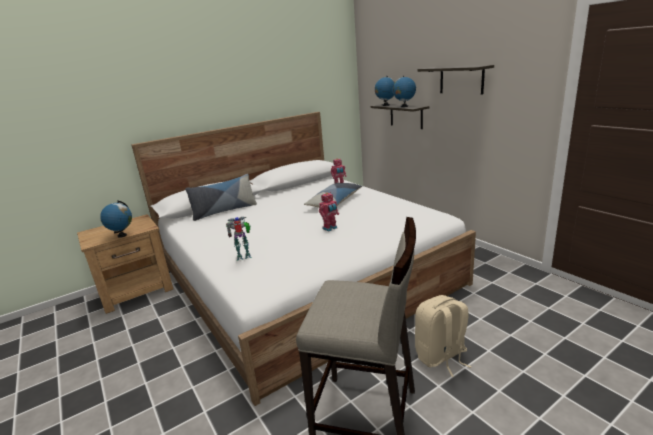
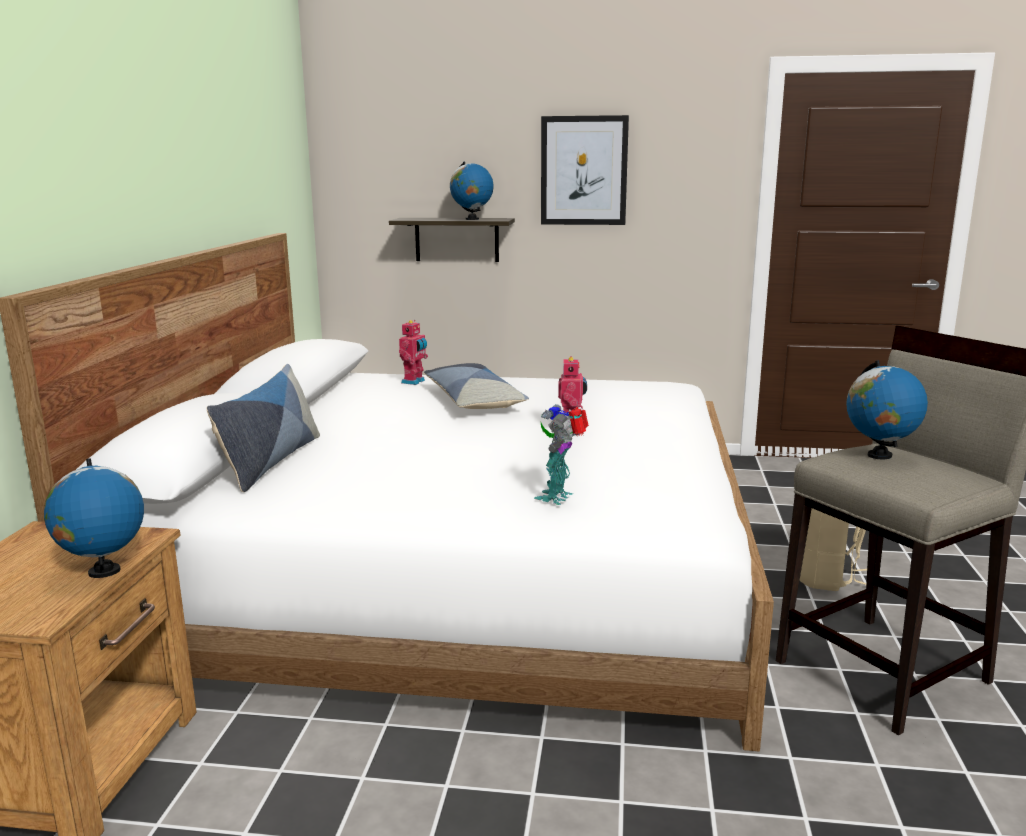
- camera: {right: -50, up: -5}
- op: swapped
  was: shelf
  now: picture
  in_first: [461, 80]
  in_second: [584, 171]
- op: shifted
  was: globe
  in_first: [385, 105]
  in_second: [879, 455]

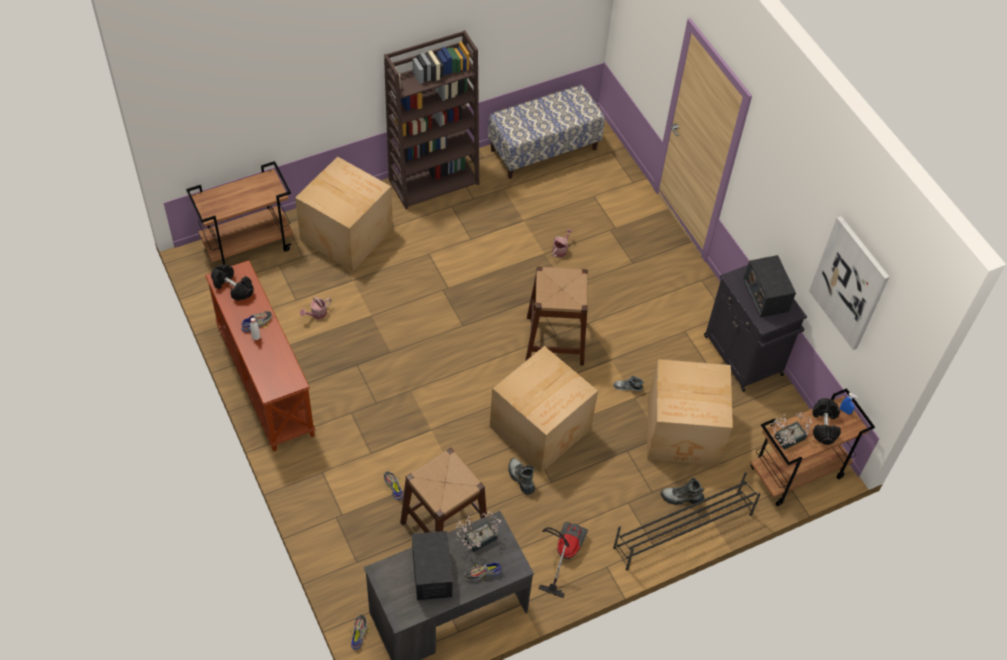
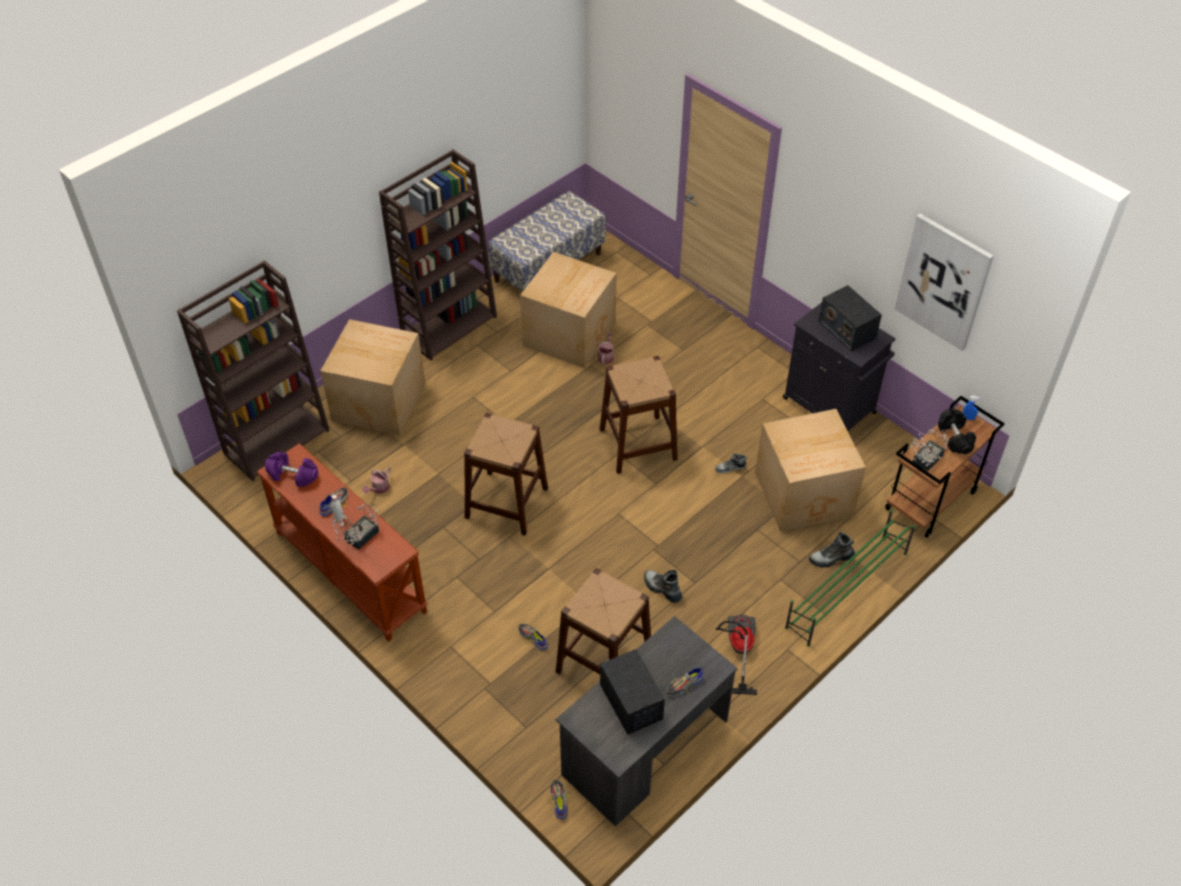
- camera: {right: -15, up: -5}
- op: swapped
  was: cart (brown)
  now: bookcase (brown)
  in_first: [248, 245]
  in_second: [277, 441]
- op: repainted
  was: dumbbell (black)
  now: dumbbell (purple)
  in_first: [232, 288]
  in_second: [293, 475]
- op: shifted
  was: potted plant
  in_first: [476, 540]
  in_second: [358, 538]
- op: new
  now: stool (brown)
  in_second: [506, 502]
- op: shifted
  was: cardboard box
  in_first: [542, 428]
  in_second: [570, 334]
- op: repainted
  was: shoe rack (black)
  now: shoe rack (green)
  in_first: [682, 530]
  in_second: [846, 590]

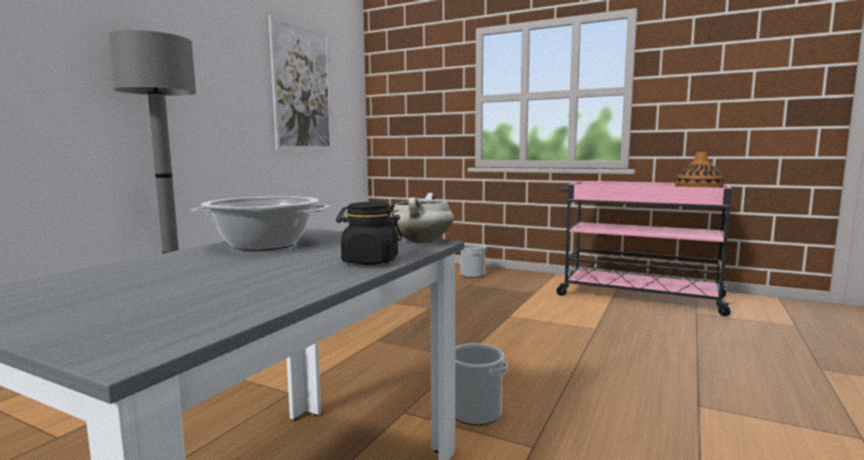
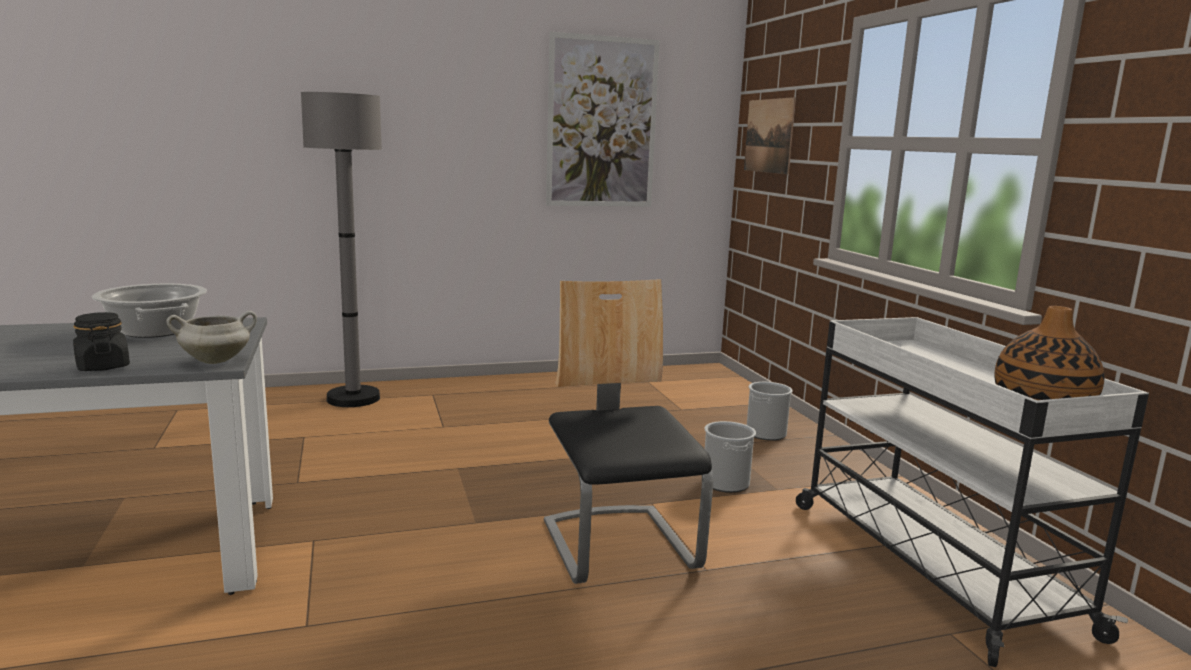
- camera: {right: 45, up: 5}
- op: new
  now: chair
  in_second: [620, 545]
- op: shifted
  was: bucket
  in_first: [475, 412]
  in_second: [726, 483]
- op: new
  now: picture
  in_second: [769, 136]
- op: repainted
  was: cart (pink)
  now: cart (white)
  in_first: [637, 296]
  in_second: [928, 563]

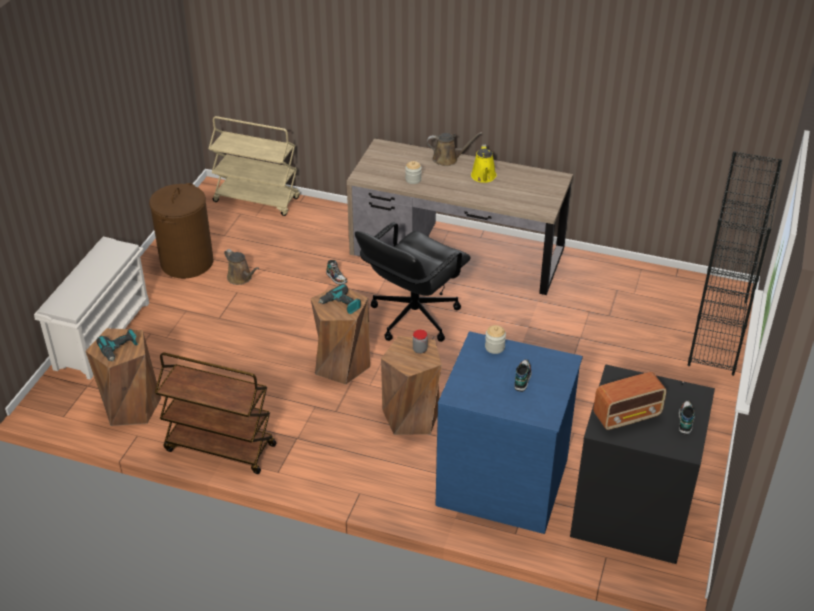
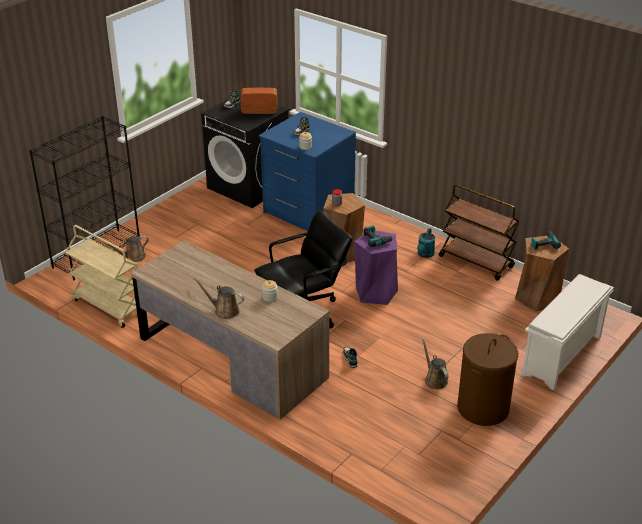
- camera: {right: -160, up: -5}
- op: shifted
  was: cart (beige)
  in_first: [257, 200]
  in_second: [108, 306]
- op: new
  now: watering can (brown)
  in_second: [133, 257]
- op: repainted
  was: stool (brown)
  now: stool (purple)
  in_first: [341, 364]
  in_second: [376, 292]
- op: new
  now: watering can (turquoise)
  in_second: [425, 254]
- op: gone
  was: watering can (yellow)
  in_first: [484, 177]

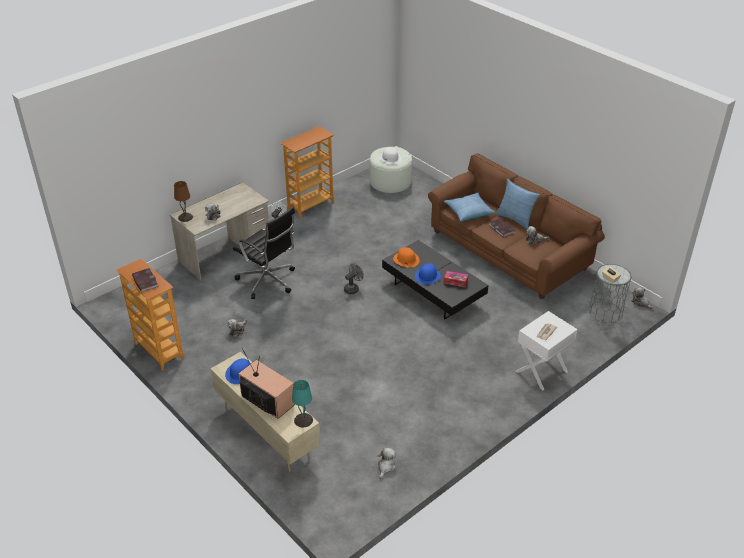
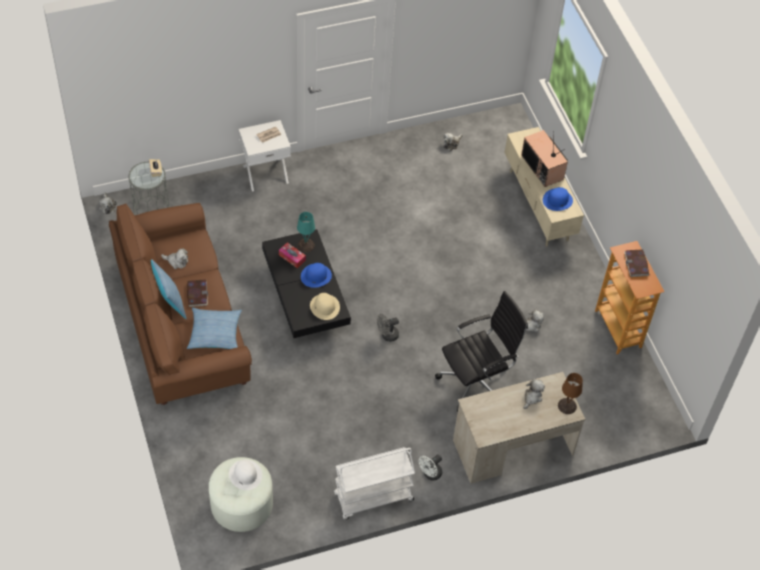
- camera: {right: -160, up: 15}
- op: shifted
  was: table lamp (turquoise)
  in_first: [303, 420]
  in_second: [305, 245]
- op: repainted
  was: hat (orange)
  now: hat (beige)
  in_first: [406, 259]
  in_second: [325, 307]
- op: swapped
  was: bookcase
  now: cart (white)
  in_first: [310, 205]
  in_second: [373, 498]
- op: rotated
  was: office chair (black)
  in_first: [268, 281]
  in_second: [476, 382]
  clockwise: 90

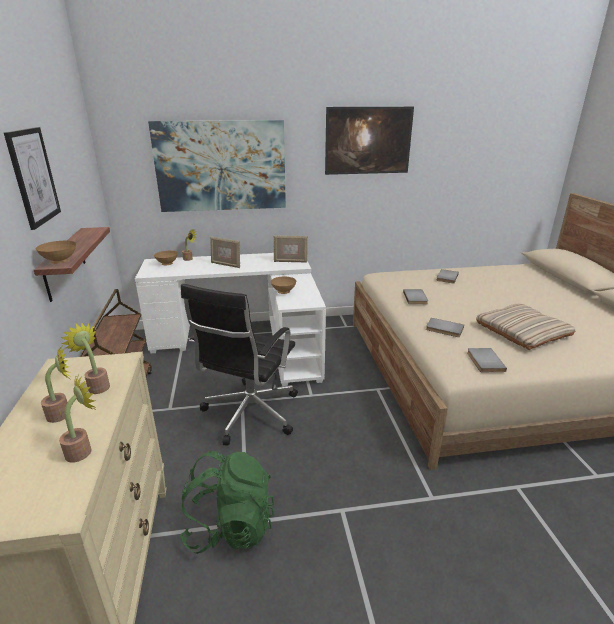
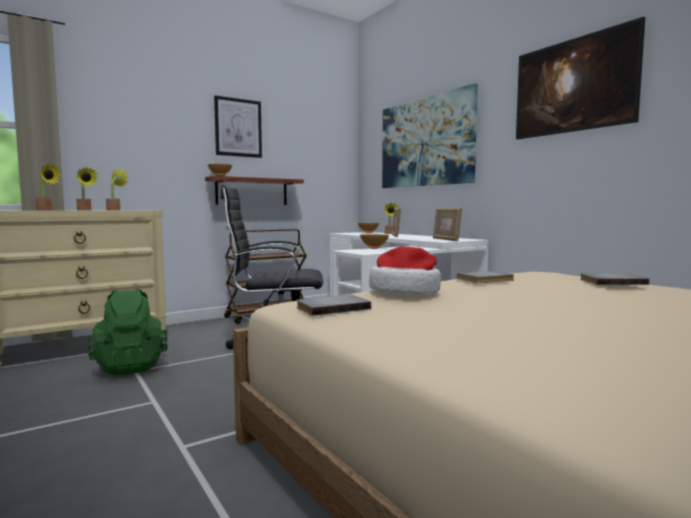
- camera: {right: 65, up: -20}
- op: swapped
  was: book (grey)
  now: hat
  in_first: [444, 329]
  in_second: [405, 291]
- op: gone
  was: pillow (beige)
  in_first: [522, 331]

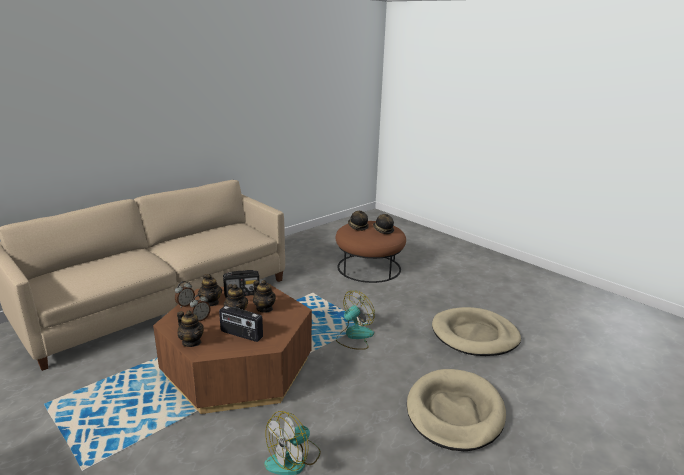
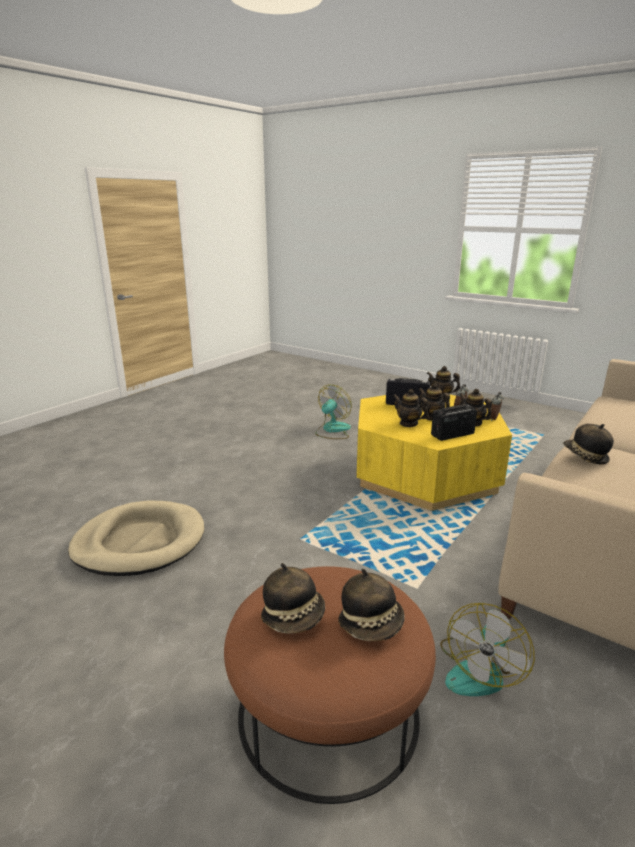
- camera: {right: 170, up: 0}
- op: repainted
  was: coffee table (brown)
  now: coffee table (yellow)
  in_first: [238, 367]
  in_second: [425, 472]
- op: shifted
  was: fan
  in_first: [354, 336]
  in_second: [479, 670]
- op: new
  now: hat
  in_second: [584, 456]
- op: gone
  was: dog bed (beige)
  in_first: [454, 412]

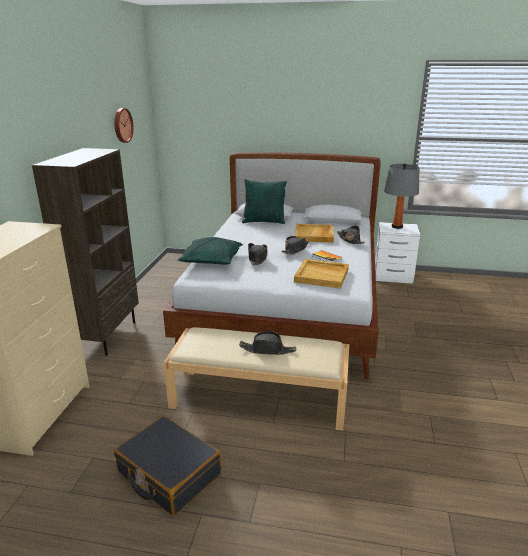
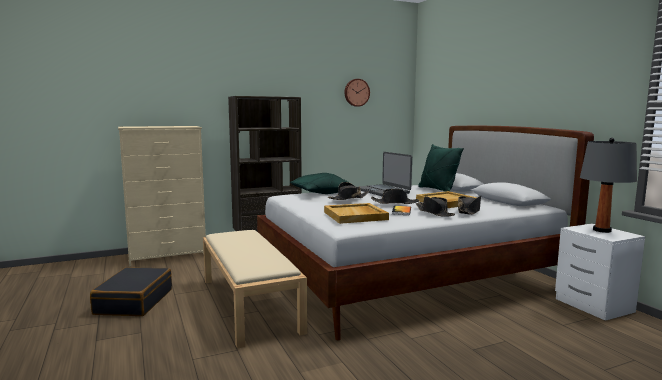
- camera: {right: 55, up: -15}
- op: new
  now: laptop
  in_second: [383, 191]
- op: shifted
  was: hat (black)
  in_first: [267, 350]
  in_second: [434, 212]

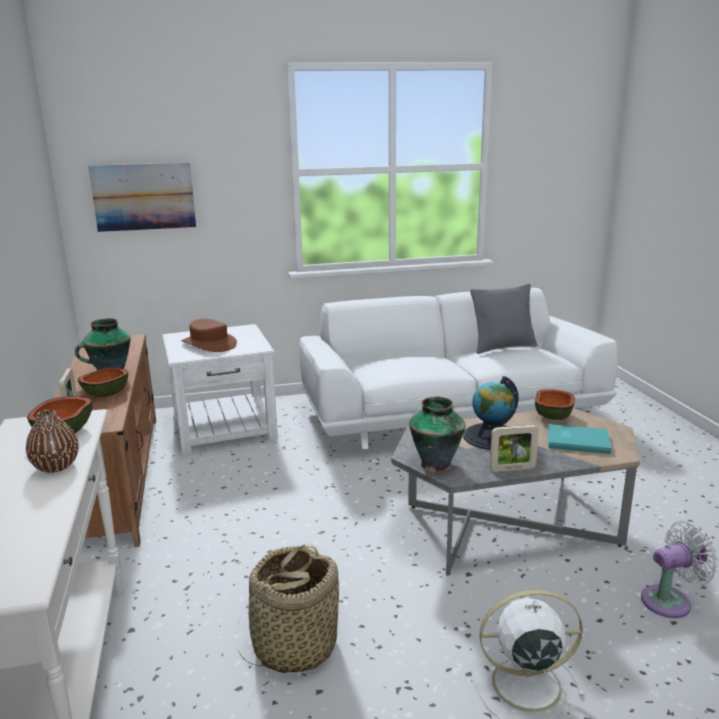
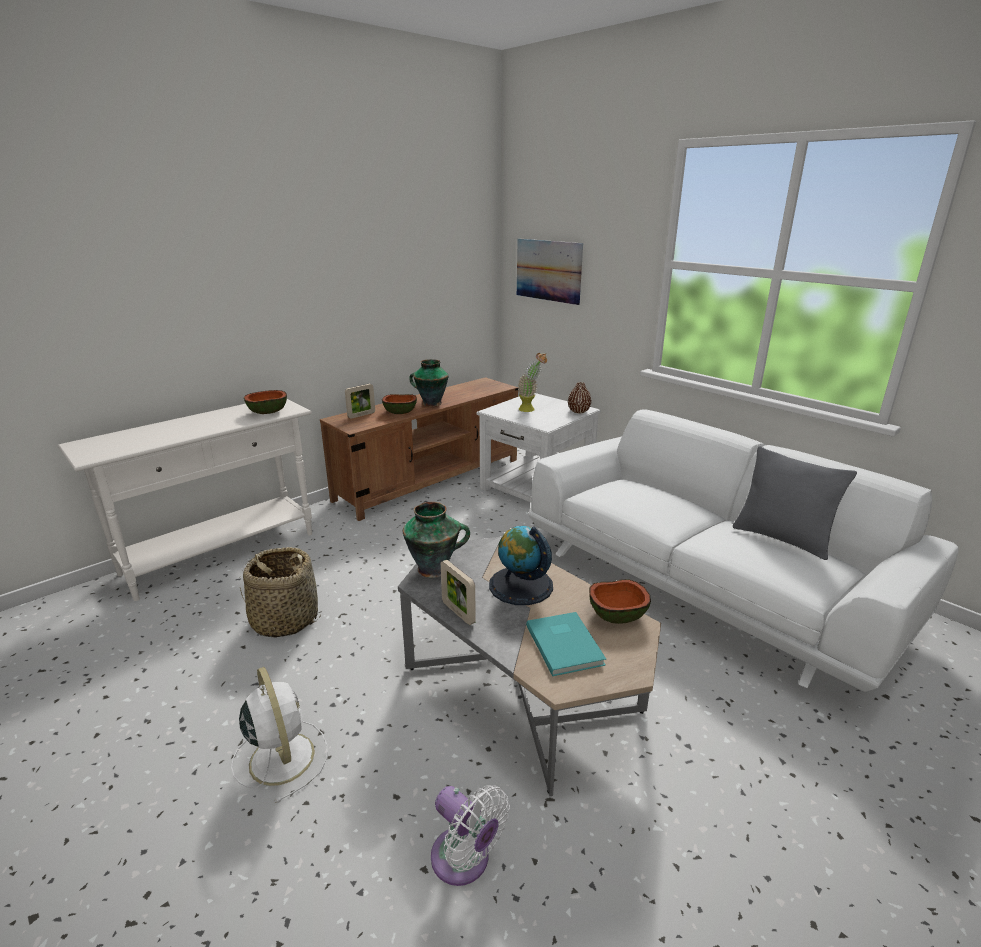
- camera: {right: 60, up: 5}
- op: swapped
  was: hat (brown)
  now: potted plant
  in_first: [209, 344]
  in_second: [530, 409]
- op: shifted
  was: vase (brown)
  in_first: [56, 466]
  in_second: [578, 411]

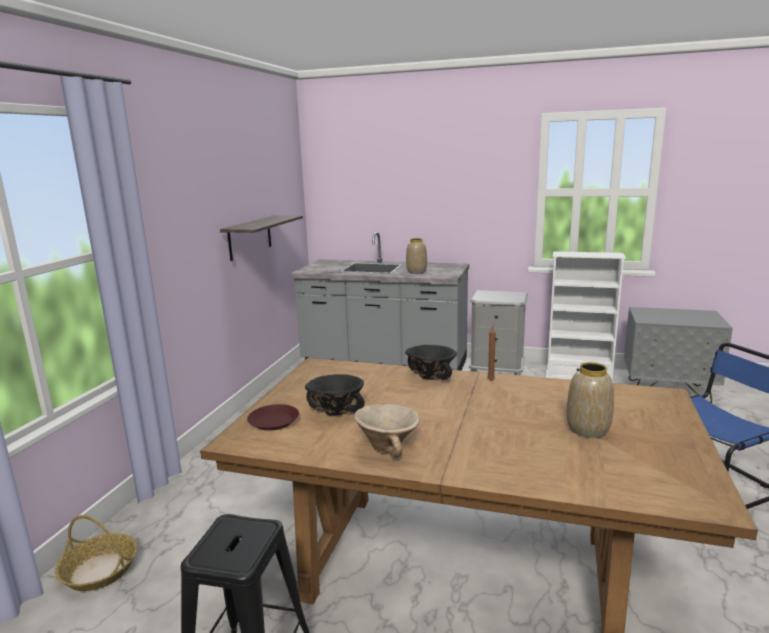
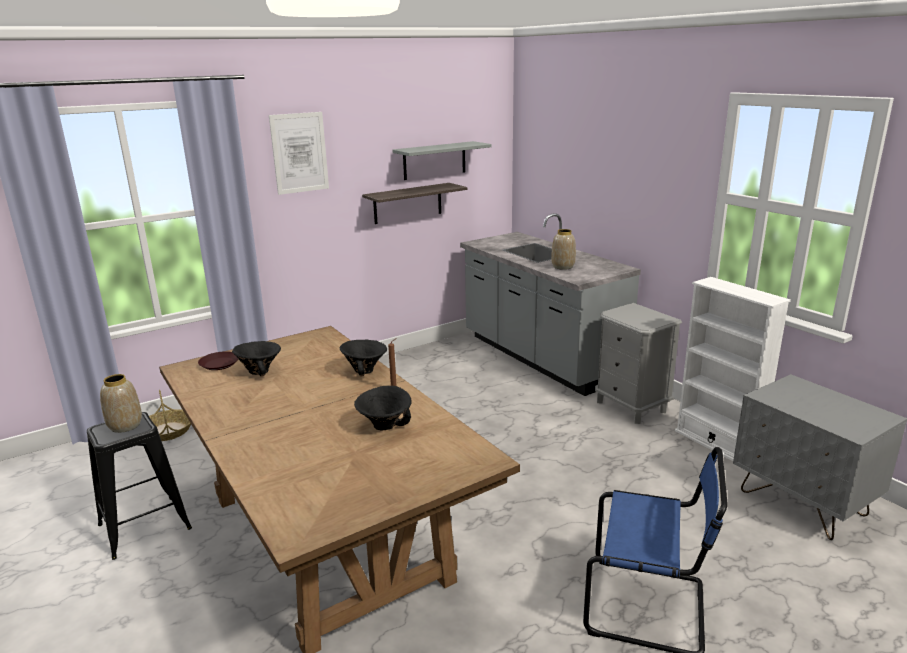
- camera: {right: 40, up: 5}
- op: shifted
  was: vase
  in_first: [588, 429]
  in_second: [126, 426]
- op: new
  now: picture
  in_second: [299, 153]
- op: new
  now: bowl (black)
  in_second: [384, 427]
- op: new
  now: shelf (grey)
  in_second: [434, 160]
- op: gone
  was: bowl (beige)
  in_first: [388, 447]

